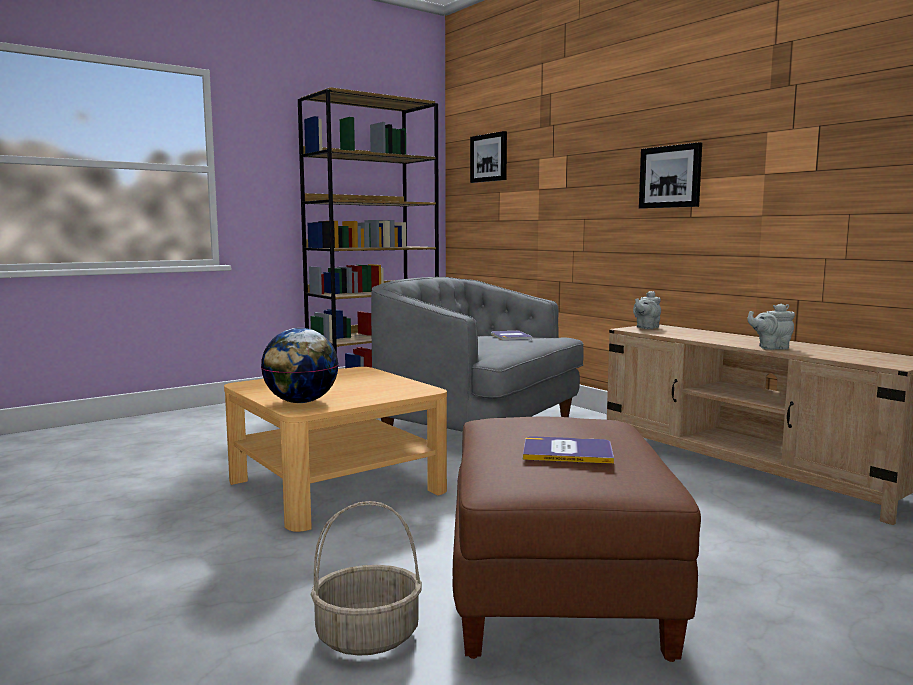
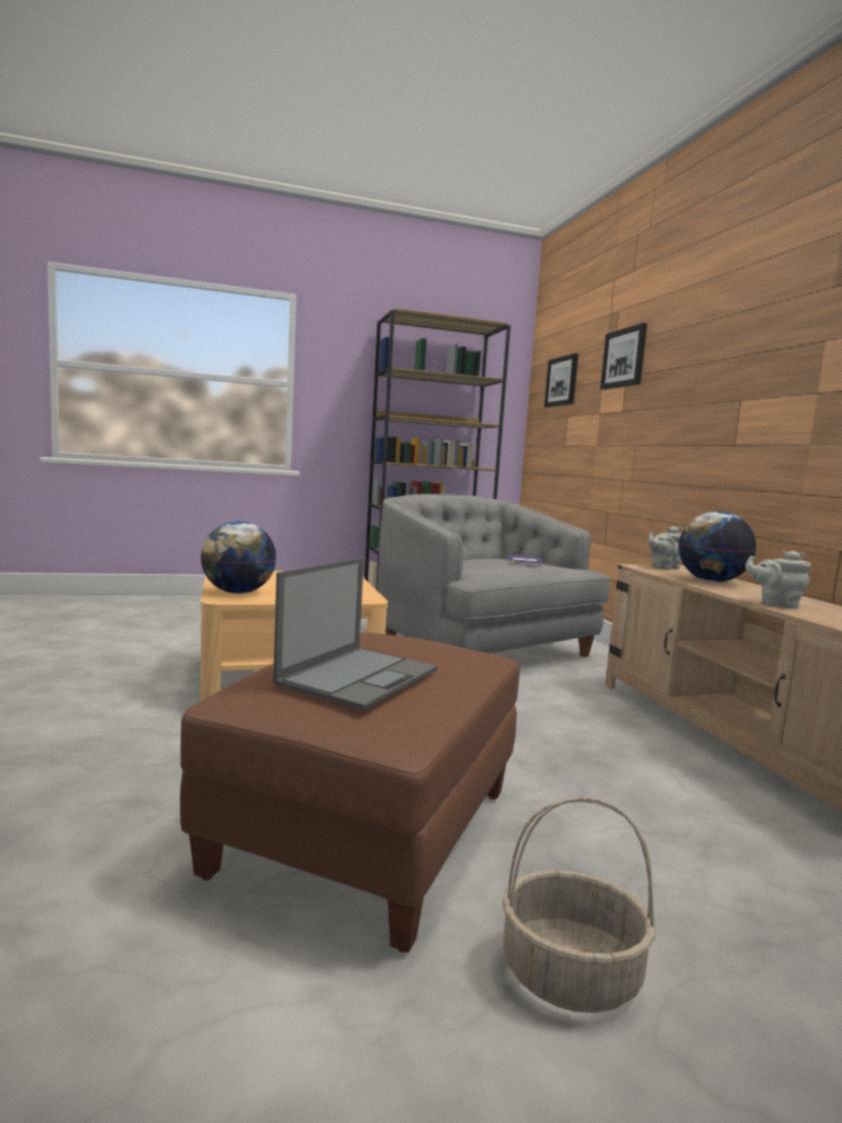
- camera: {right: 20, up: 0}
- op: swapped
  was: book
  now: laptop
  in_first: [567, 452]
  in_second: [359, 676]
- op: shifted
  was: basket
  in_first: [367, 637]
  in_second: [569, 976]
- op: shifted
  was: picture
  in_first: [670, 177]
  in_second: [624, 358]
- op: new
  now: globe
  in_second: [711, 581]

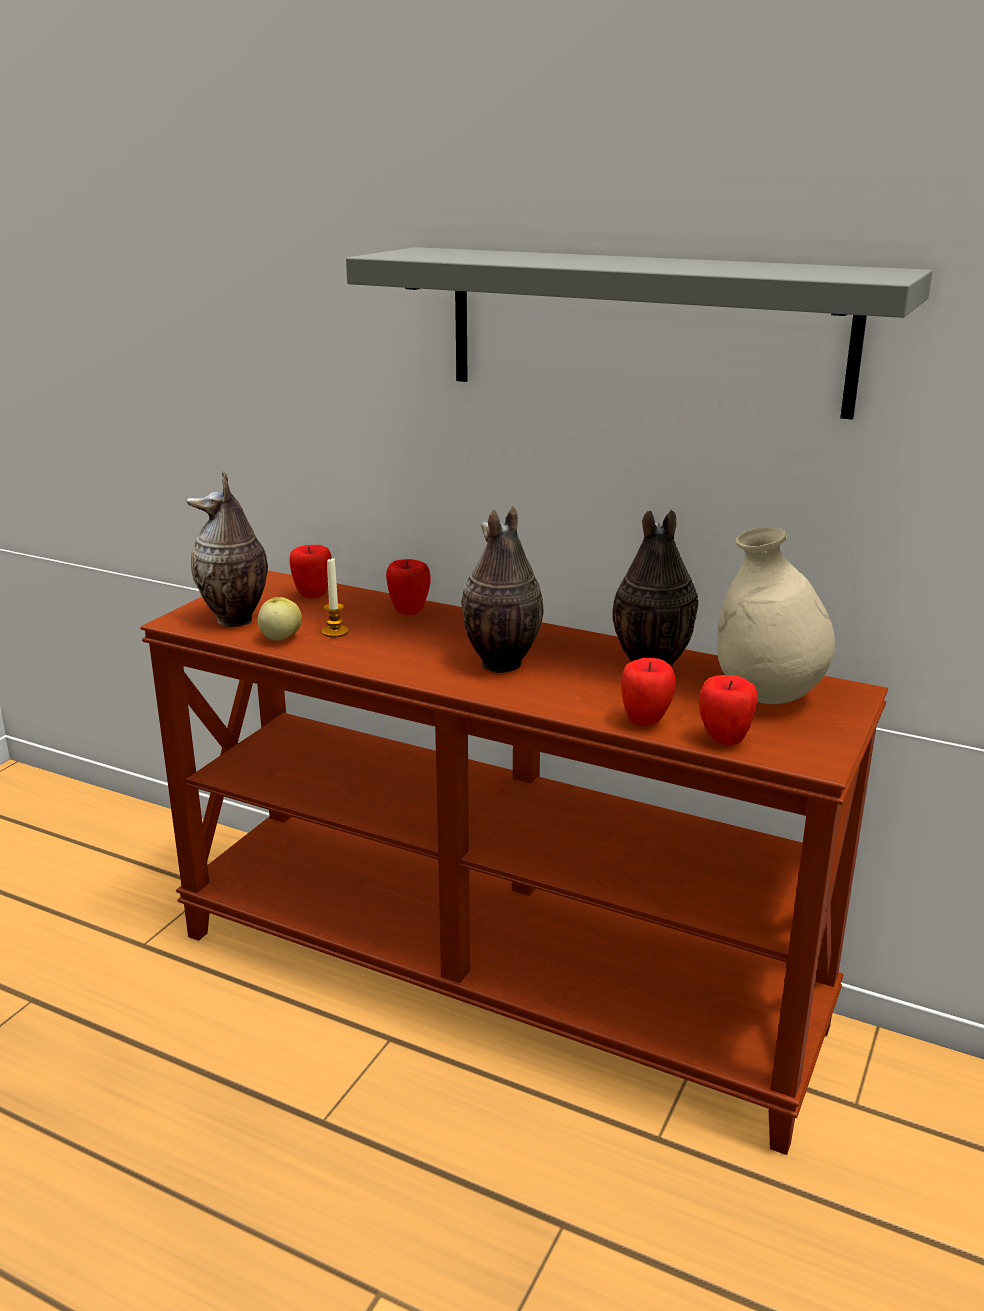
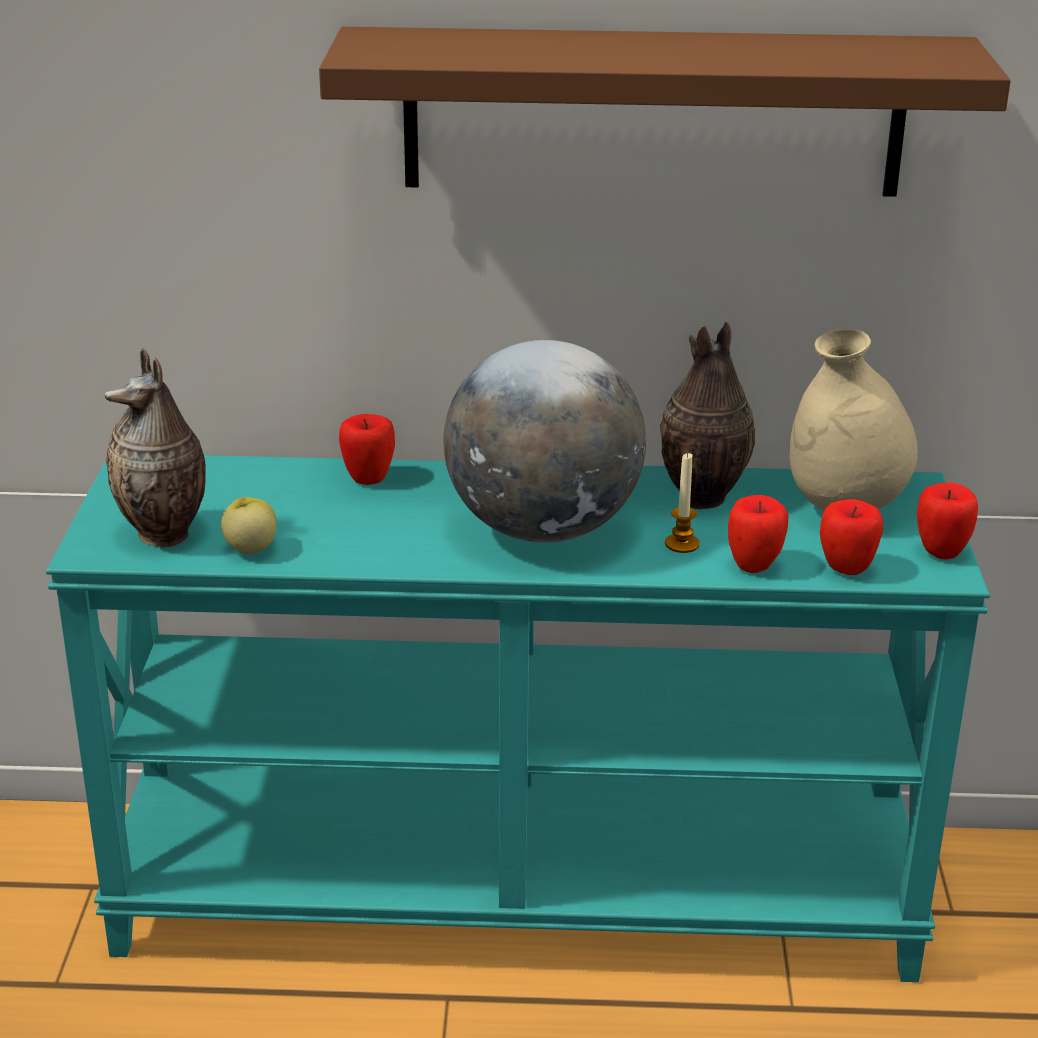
- camera: {right: -25, up: 5}
- op: repainted
  was: console table (brown)
  now: console table (turquoise)
  in_first: [495, 977]
  in_second: [518, 892]
- op: repainted
  was: shelf (grey)
  now: shelf (brown)
  in_first: [644, 329]
  in_second: [653, 112]
- op: swapped
  was: vase
  now: globe
  in_first: [500, 665]
  in_second: [543, 530]
- op: shifted
  was: candle
  in_first: [335, 632]
  in_second: [682, 544]
- op: shifted
  was: apple
  in_first: [313, 595]
  in_second: [941, 552]

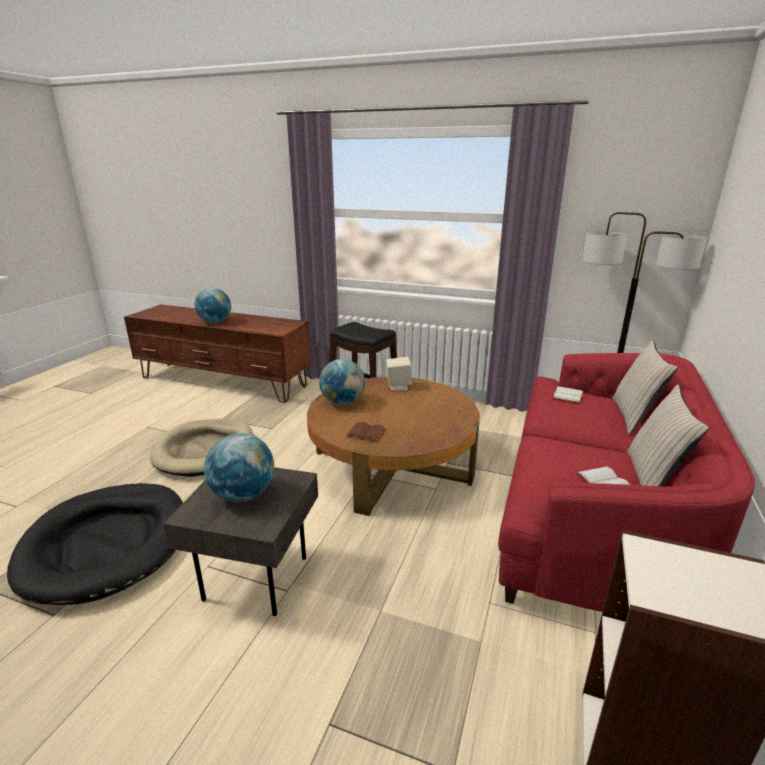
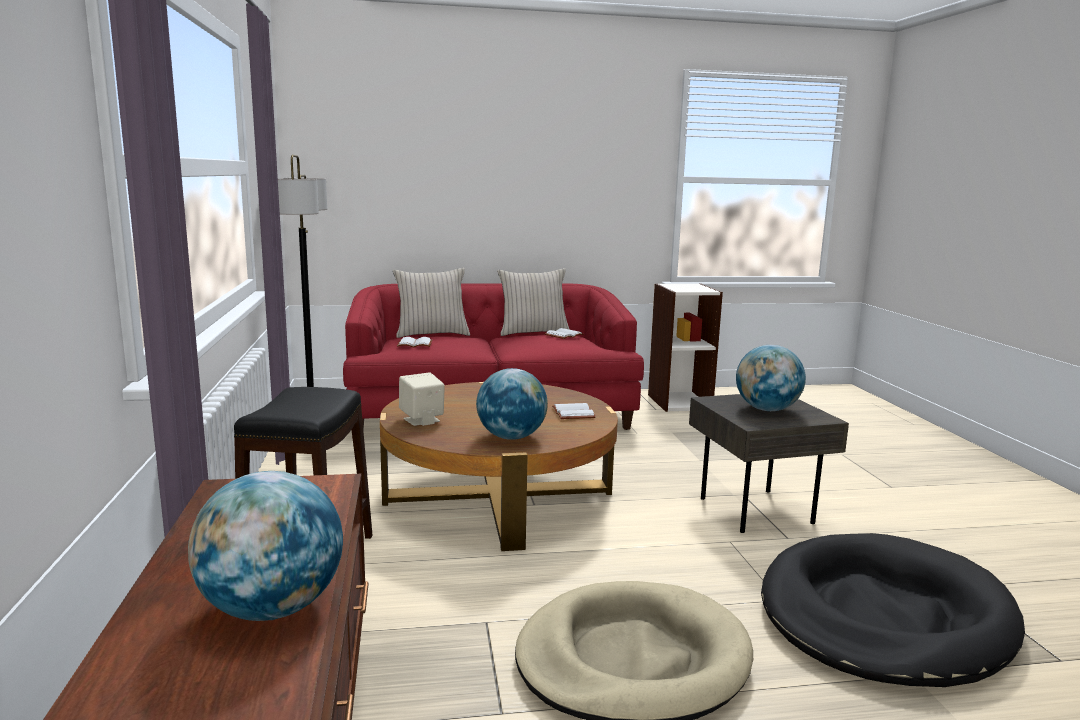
- camera: {right: -120, up: -10}
- op: repainted
  was: book (brown)
  now: book (white)
  in_first: [367, 433]
  in_second: [572, 413]

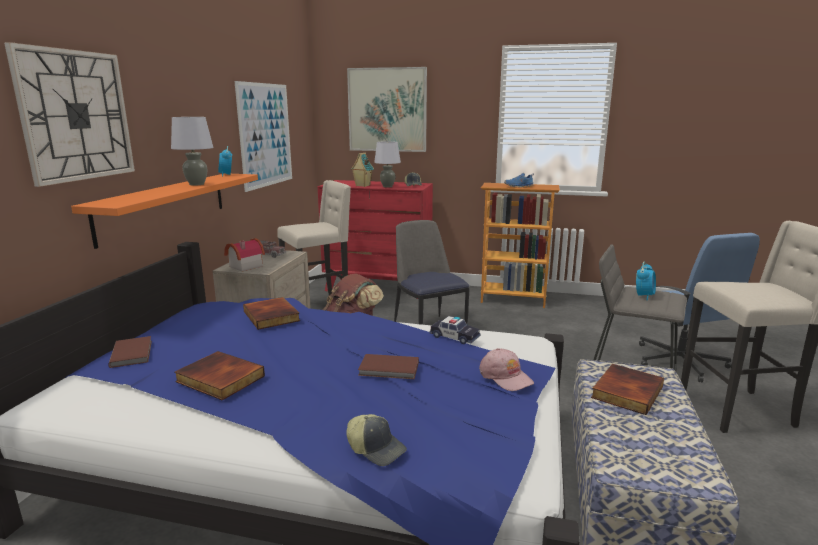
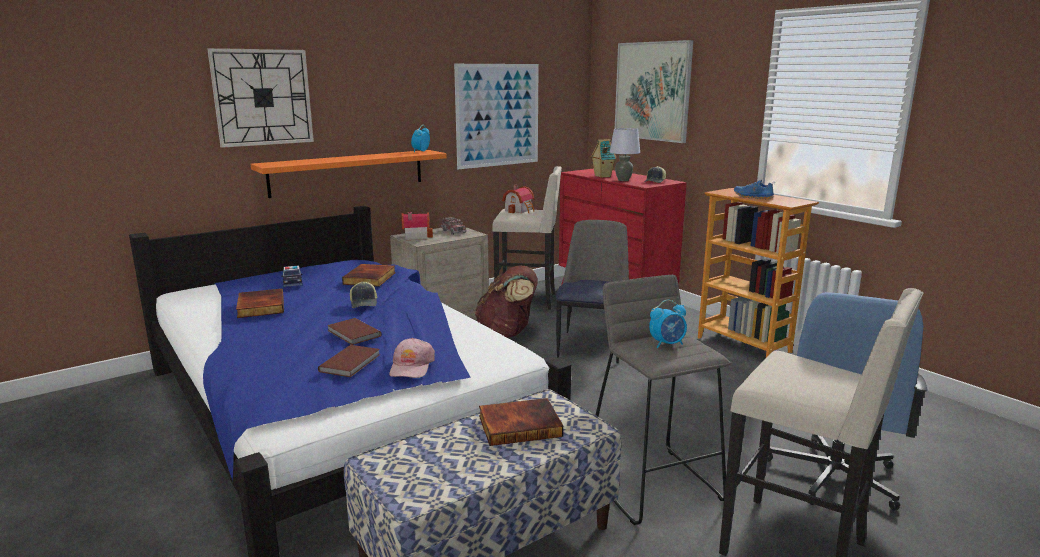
- camera: {right: 40, up: 0}
- op: shifted
  was: toy car
  in_first: [454, 337]
  in_second: [292, 282]
- op: shifted
  was: book (brown)
  in_first: [133, 353]
  in_second: [352, 363]
- op: shifted
  was: cap
  in_first: [376, 449]
  in_second: [364, 303]
- op: new
  now: toy house
  in_second: [520, 210]
- op: gone
  was: table lamp (grey)
  in_first: [197, 184]

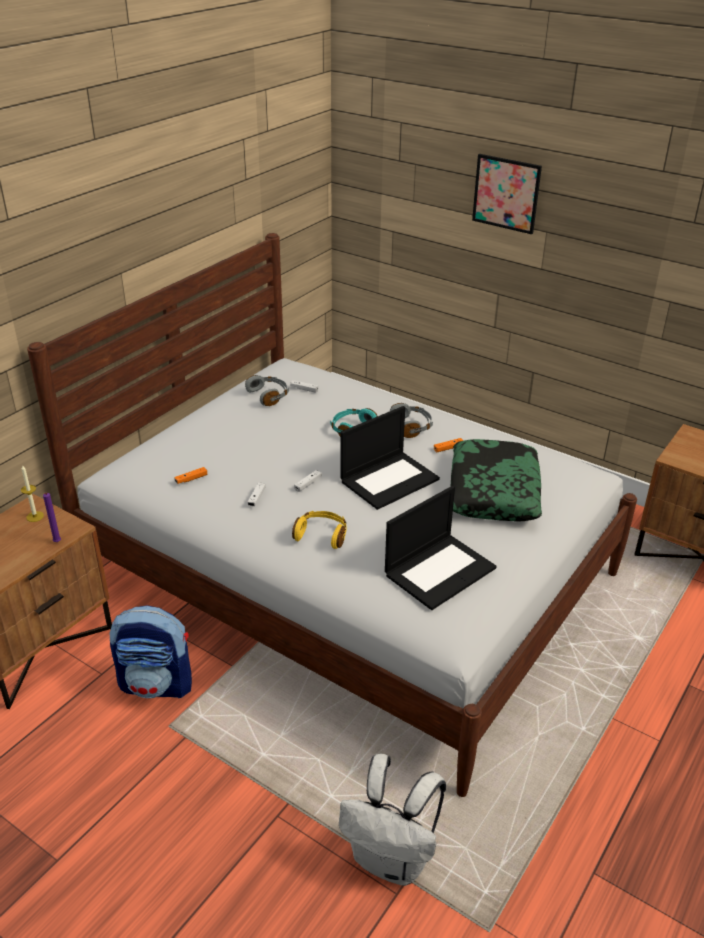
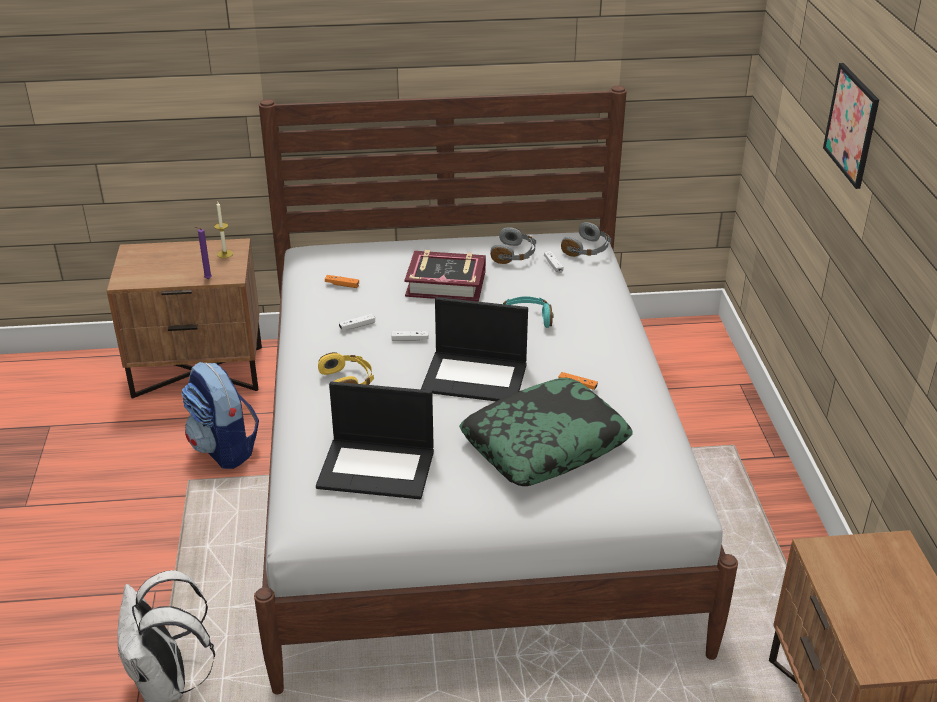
- camera: {right: 50, up: 0}
- op: new
  now: book
  in_second: [446, 283]
- op: shifted
  was: headphones (grey)
  in_first: [411, 426]
  in_second: [587, 250]

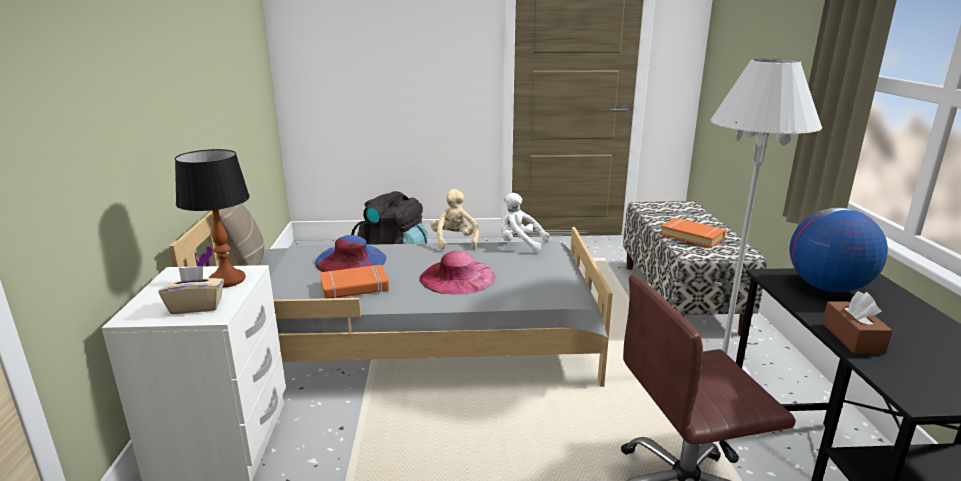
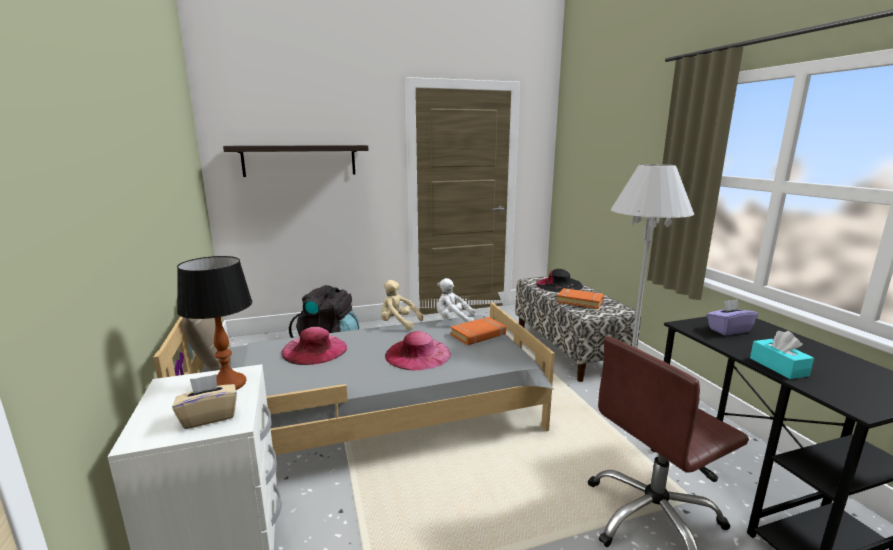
- camera: {right: -15, up: -5}
- op: new
  now: shelf
  in_second: [299, 160]
- op: repainted
  was: hat (blue)
  now: hat (pink)
  in_first: [350, 260]
  in_second: [314, 349]
- op: rotated
  was: plush toy (beige)
  in_first: [454, 241]
  in_second: [398, 323]
  clockwise: -45
- op: shifted
  was: book (orange)
  in_first: [354, 287]
  in_second: [478, 335]
- op: new
  now: hat (black)
  in_second: [559, 285]
- op: swapped
  was: globe
  now: tissue box (purple)
  in_first: [827, 287]
  in_second: [728, 330]
- op: repainted
  was: tissue box (brown)
  now: tissue box (turquoise)
  in_first: [852, 338]
  in_second: [778, 367]

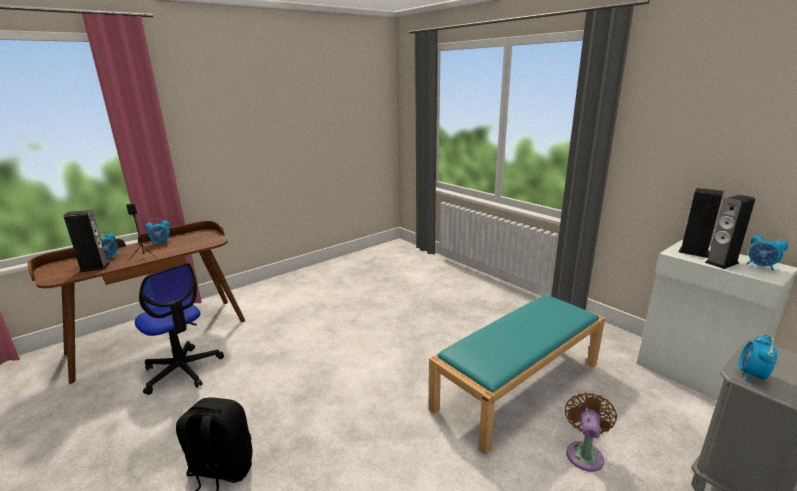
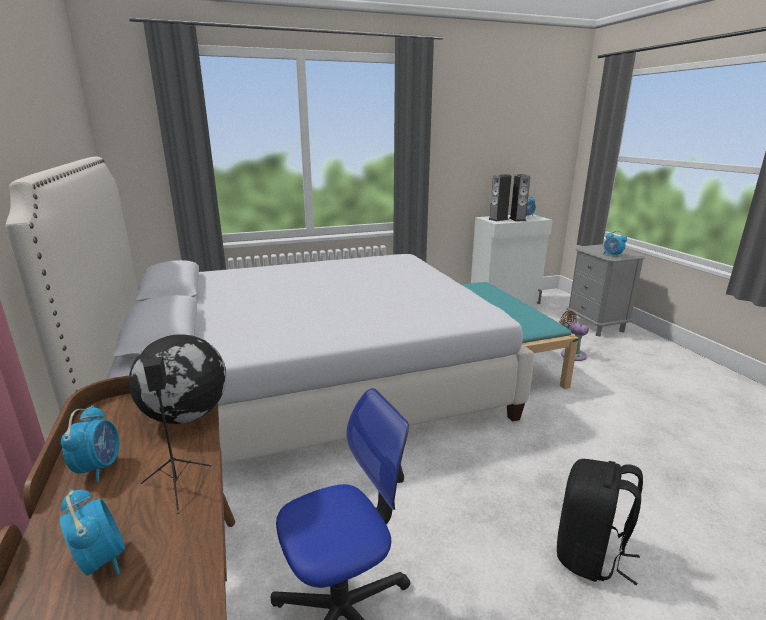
- camera: {right: -70, up: 0}
- op: new
  now: bed (white)
  in_second: [307, 387]
- op: new
  now: globe
  in_second: [187, 415]
- op: gone
  was: speaker
  in_first: [94, 267]

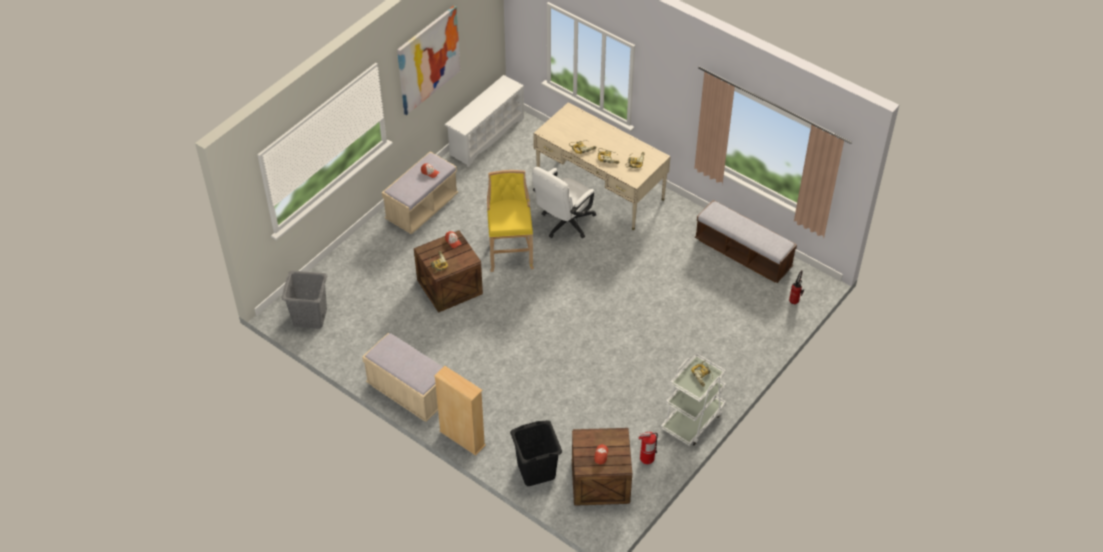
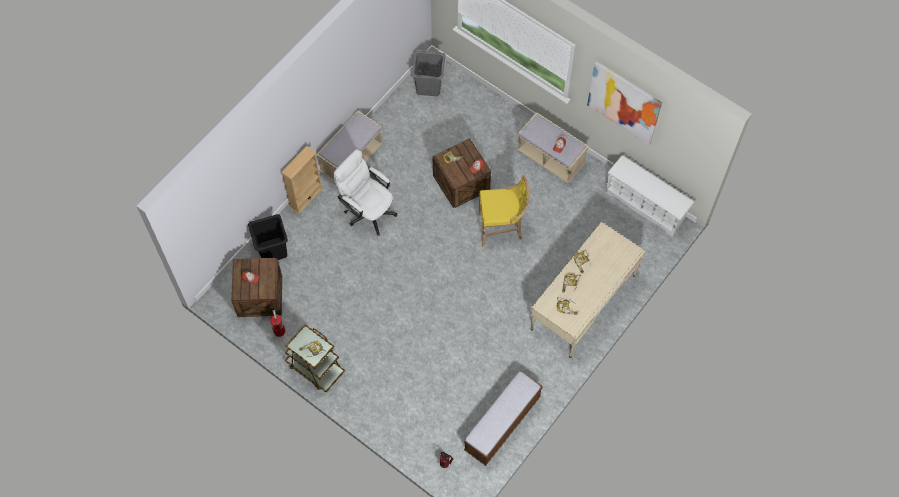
- camera: {right: 90, up: 15}
- op: repainted
  was: cart (white)
  now: cart (brown)
  in_first: [692, 420]
  in_second: [315, 368]
- op: shifted
  was: office chair (white)
  in_first: [564, 224]
  in_second: [367, 210]

